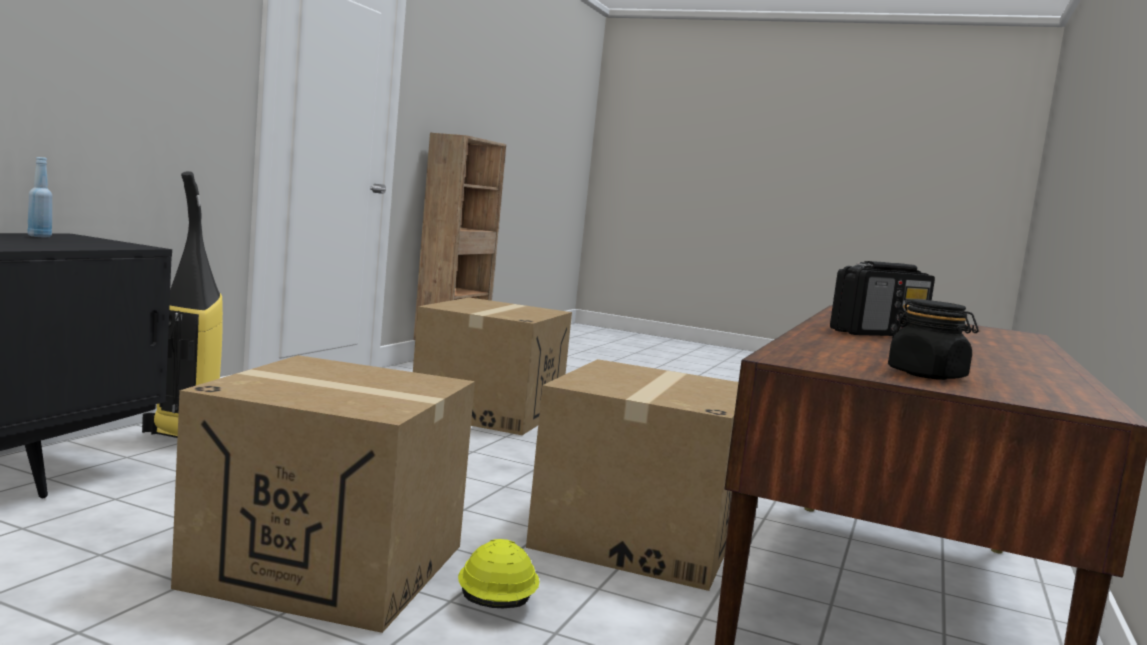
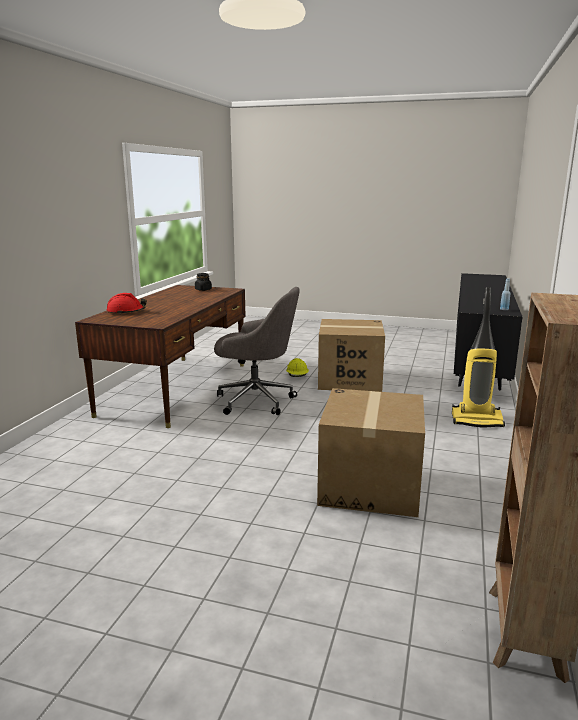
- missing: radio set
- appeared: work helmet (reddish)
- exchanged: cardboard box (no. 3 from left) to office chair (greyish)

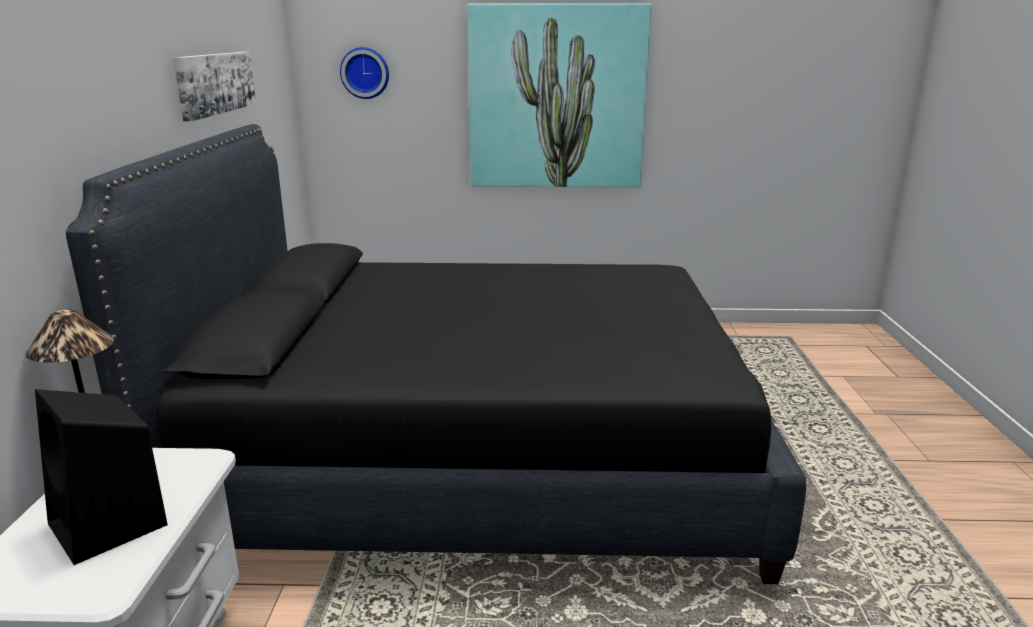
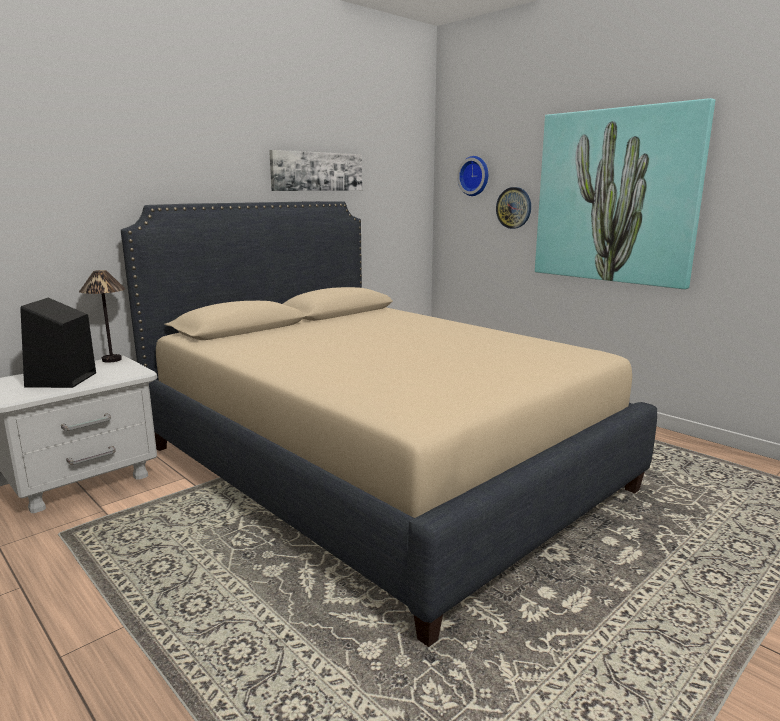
- appeared: wall clock (no. 2 from left)
- colour: sleeping bed (black) to sleeping bed (beige)

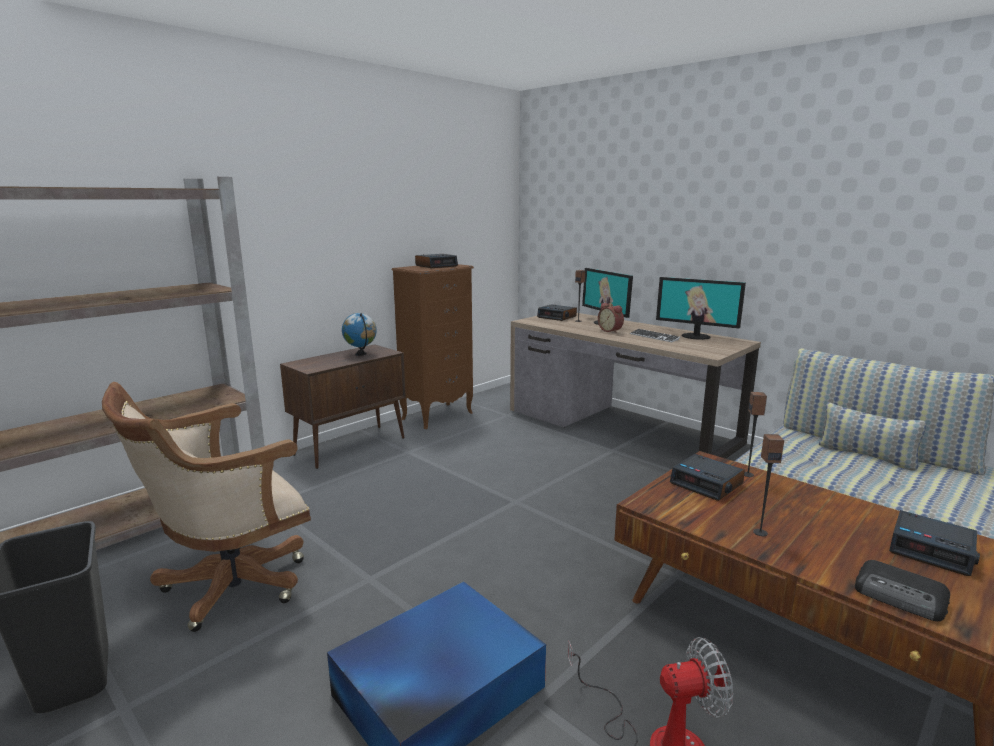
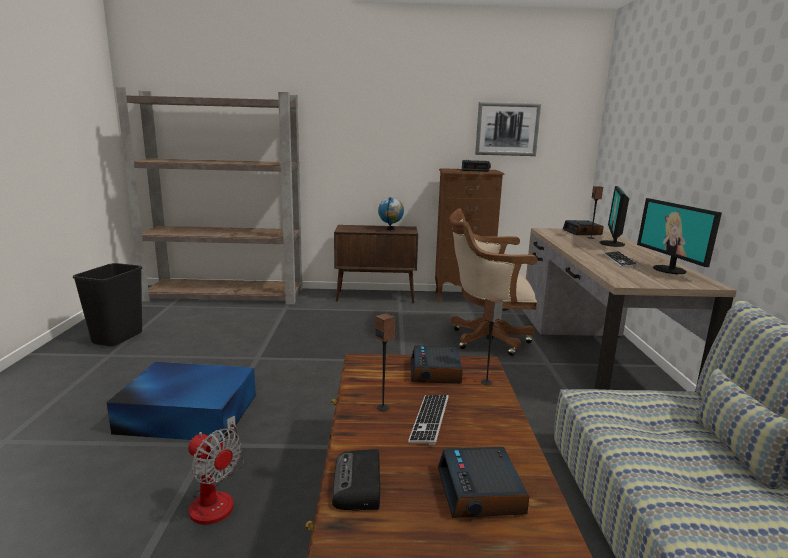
- missing: bedside clock (no. 3 from left)
- appeared: computer keyboard (no. 1 from left)
- appeared: wall picture
- relocated: office chair

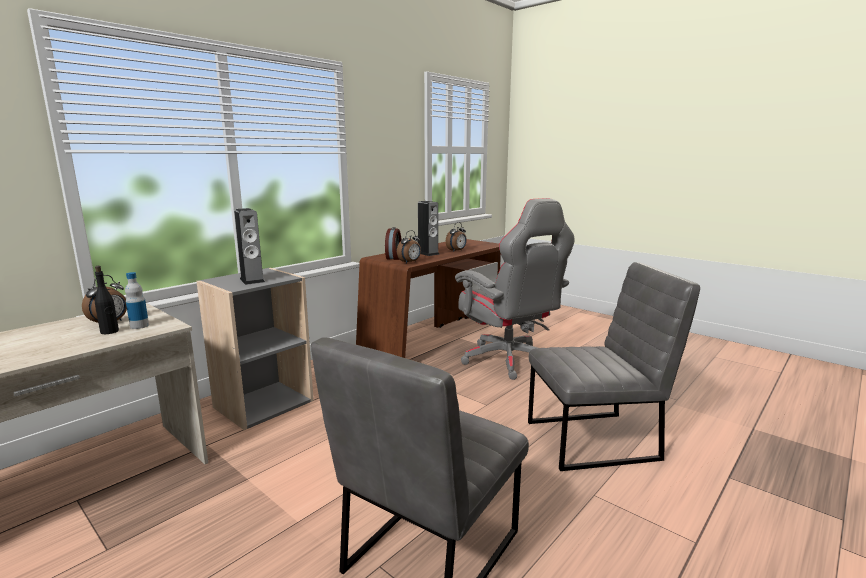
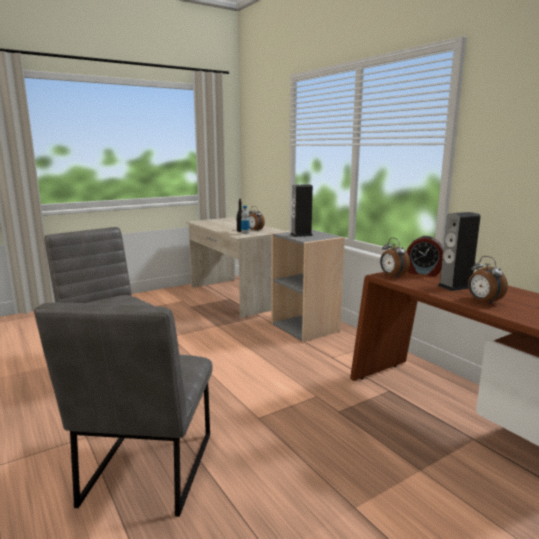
- missing: office chair (greyish)

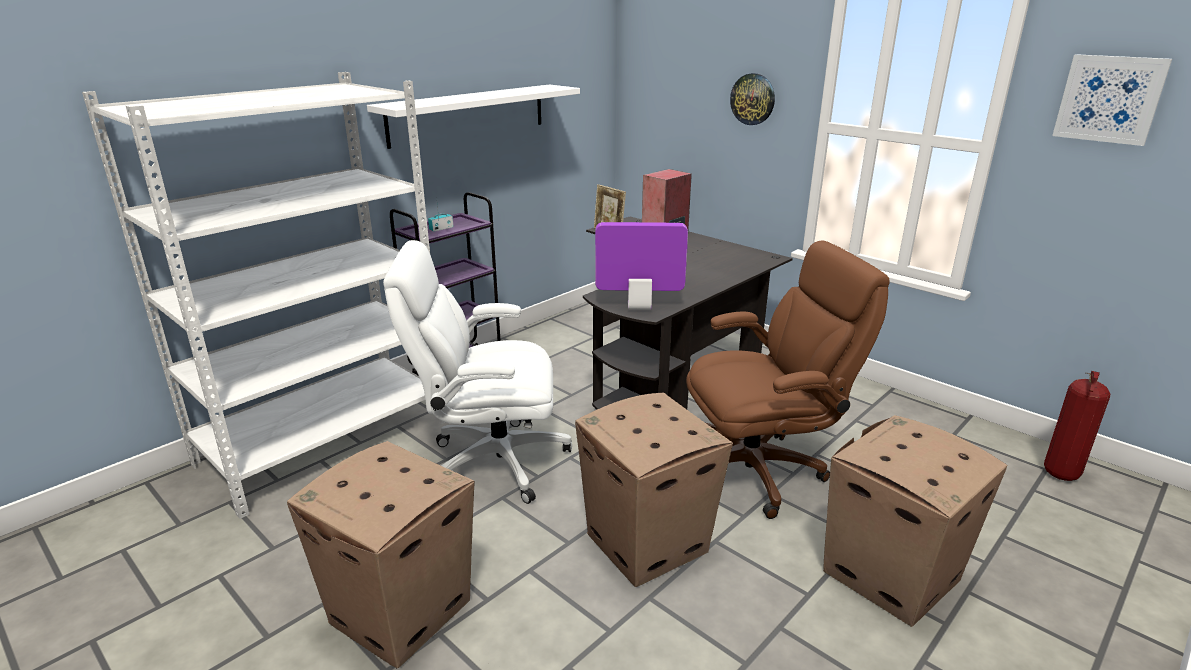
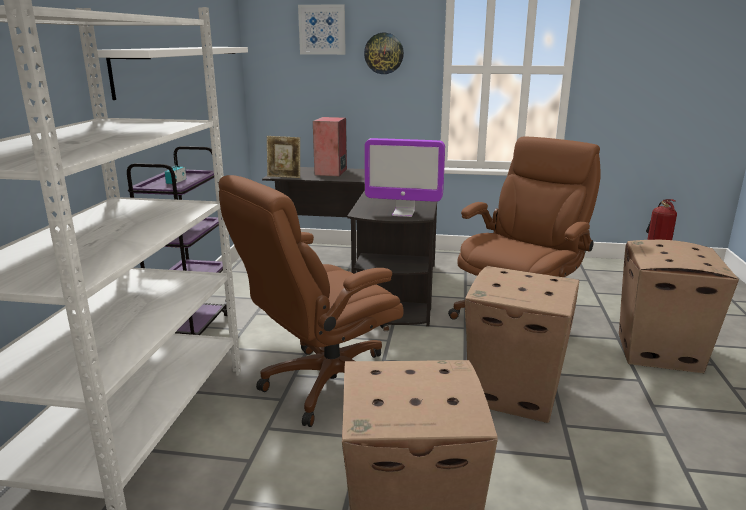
- relocated: wall picture
- colour: office chair (whitish) to office chair (brown-coloured) (no. 1 from left)
- spun: computer display 135 degrees counterclockwise

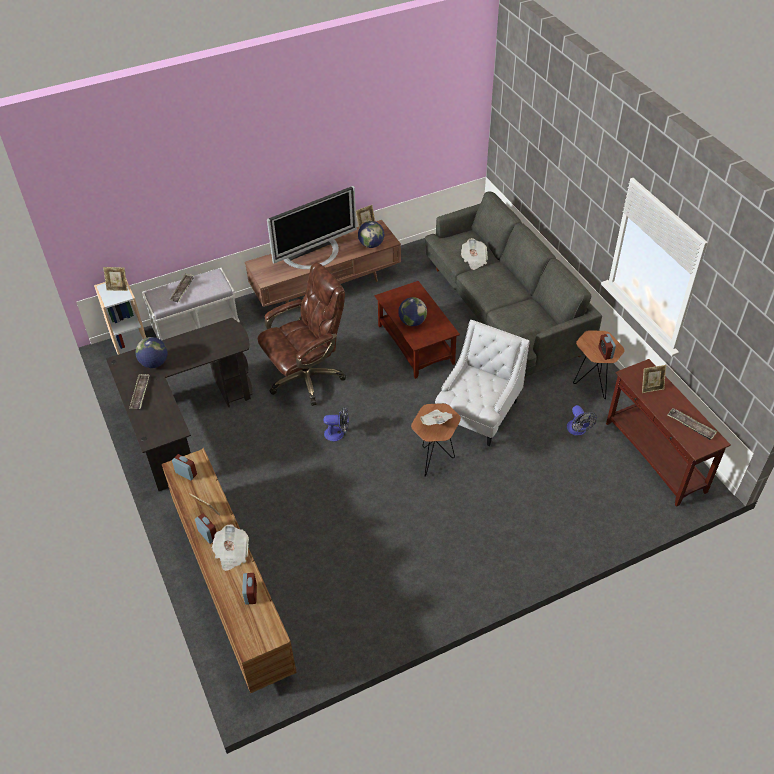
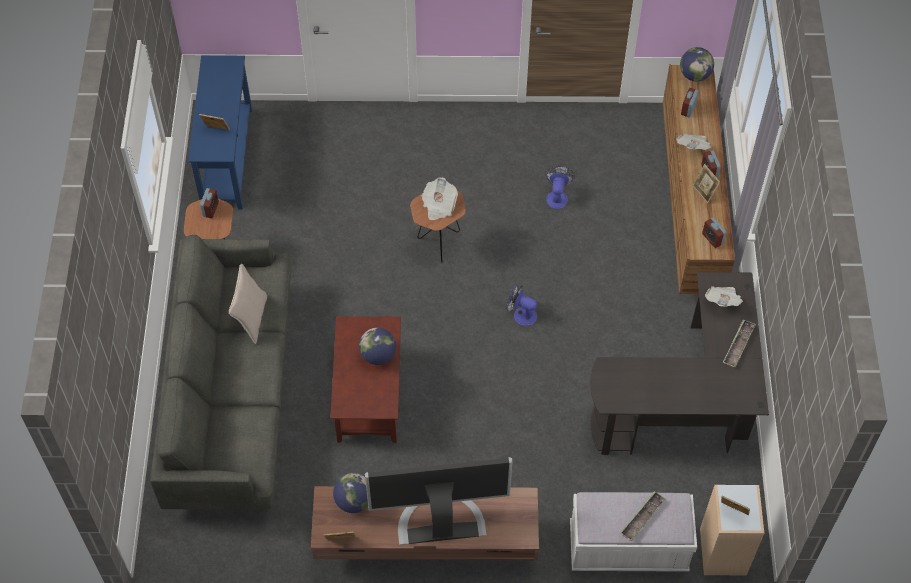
- missing: office chair (brown-coloured)
- missing: easy chair (whitish)
- missing: carrying tray (no. 3 from left)
- appeared: pillow (beige)
- relocated: globe (no. 1 from left in the first image) to globe (no. 3 from left)
- relocated: printed paper (no. 3 from left)
- relocated: fan (no. 2 from left)
- colour: hall table (brown-coloured) to hall table (blue)

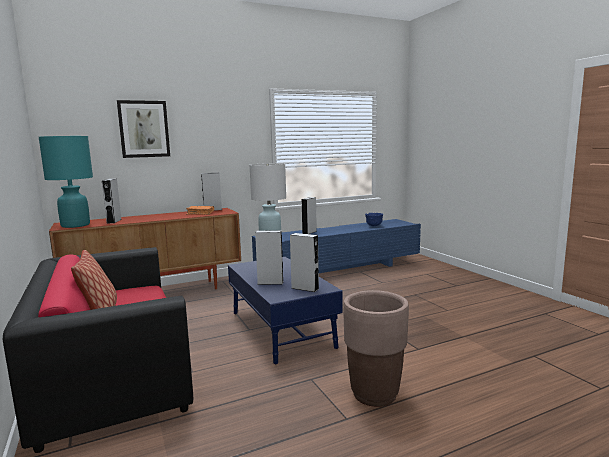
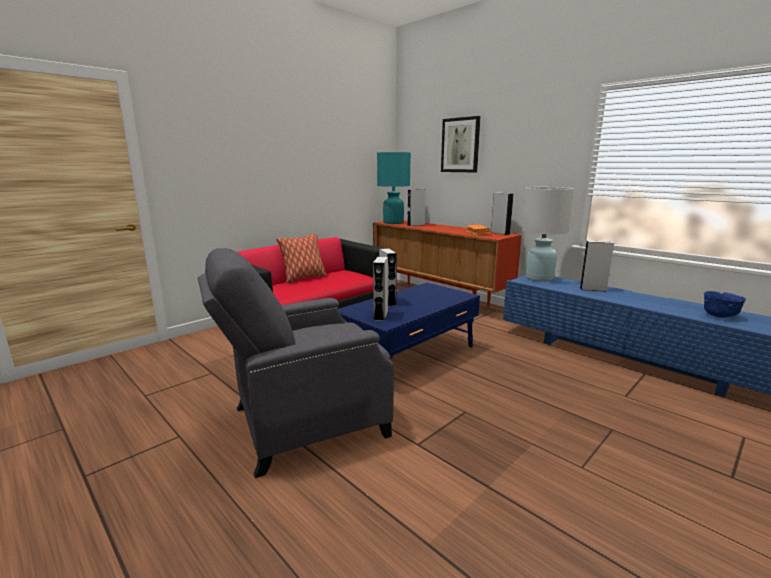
- exchanged: flower pot (brown-coloured) to easy chair (greyish)

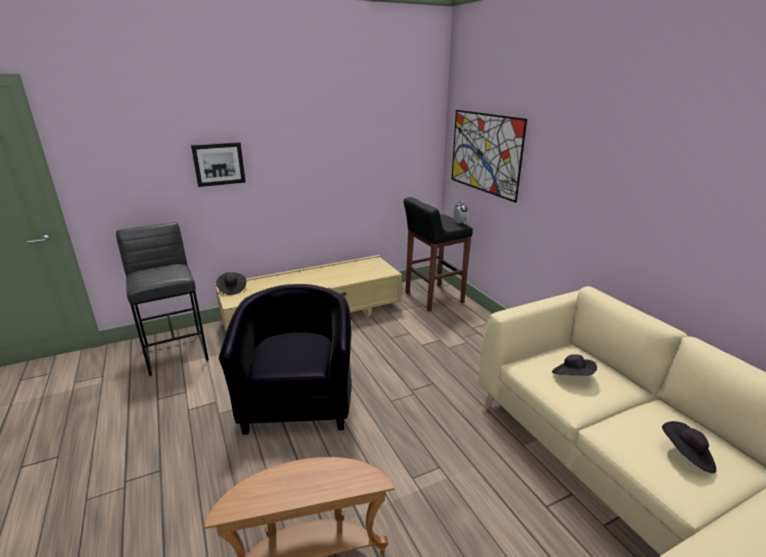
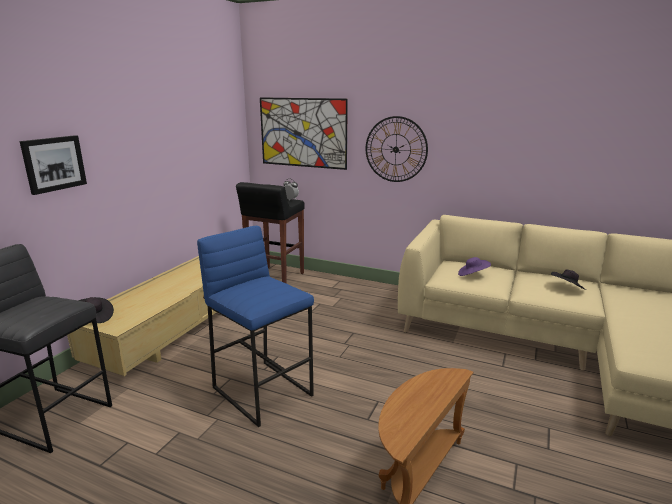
- appeared: wall clock
- exchanged: easy chair (black) to stool (blue)
- colour: wearable hat (black) (no. 2 from left) to wearable hat (purplish)

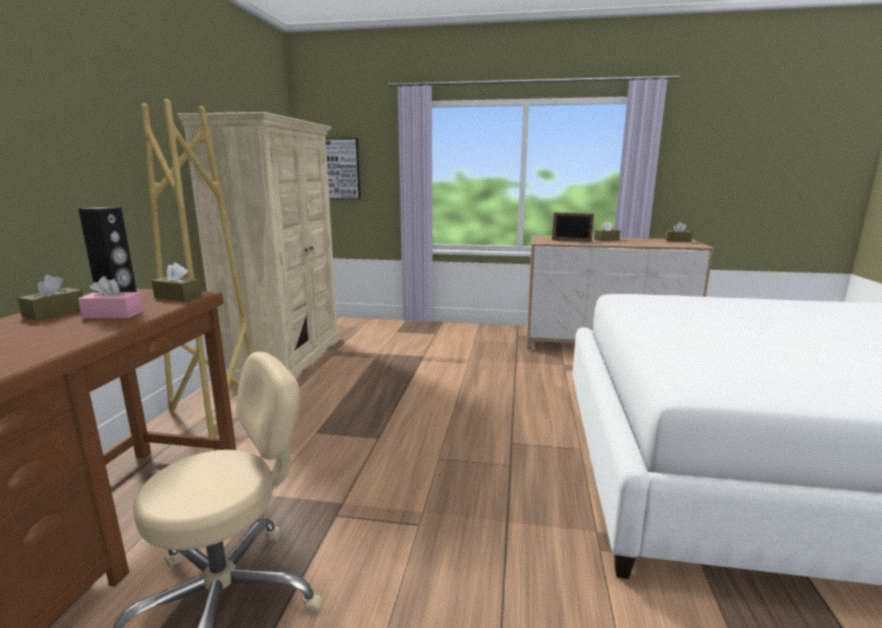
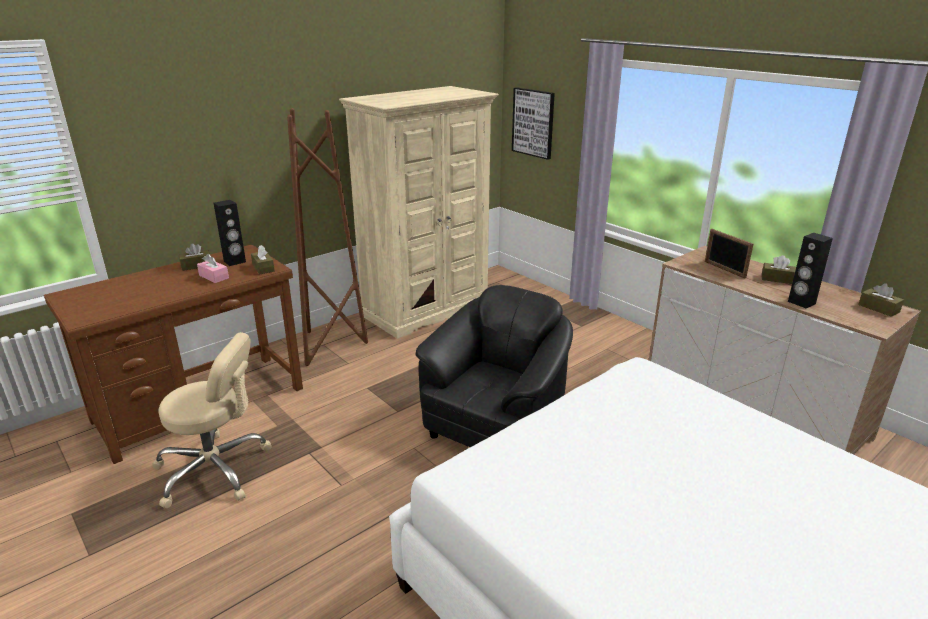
- appeared: easy chair (black)
- appeared: audio speaker (black) (no. 2 from left)
- colour: clothes rack (yellow) to clothes rack (brown-coloured)

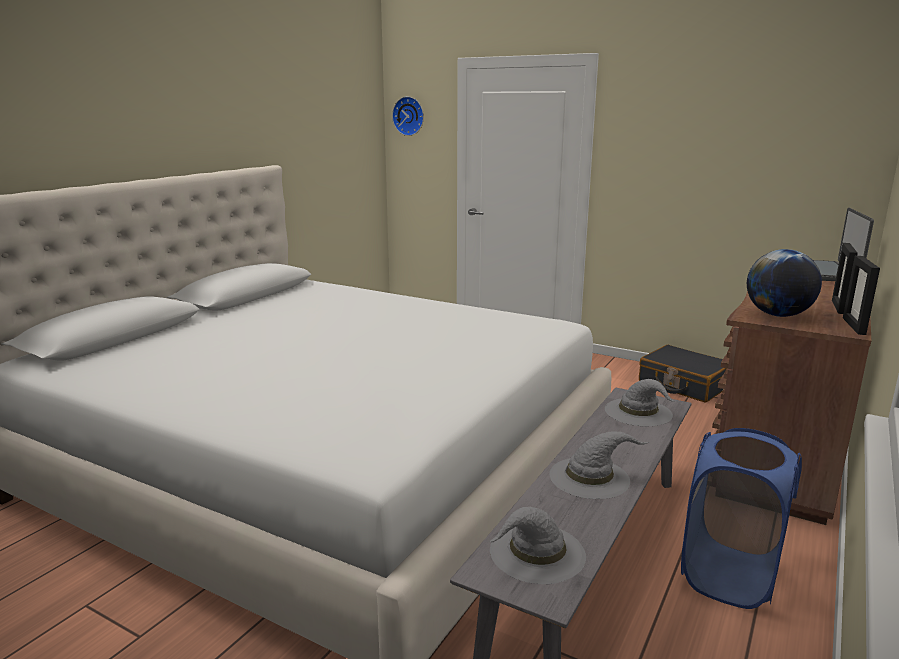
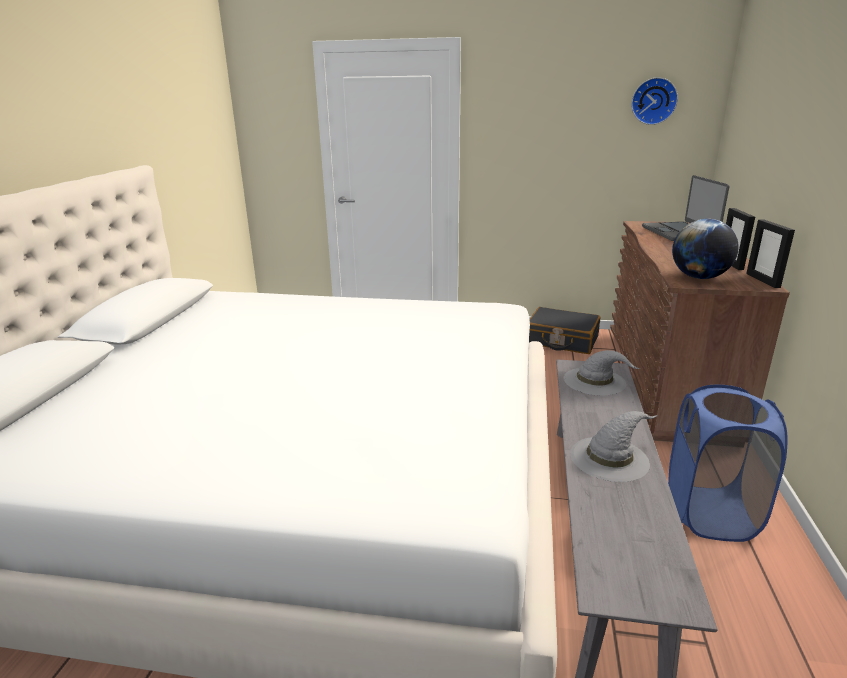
- missing: wearable hat (greyish) (no. 1 from left)
- relocated: wall clock

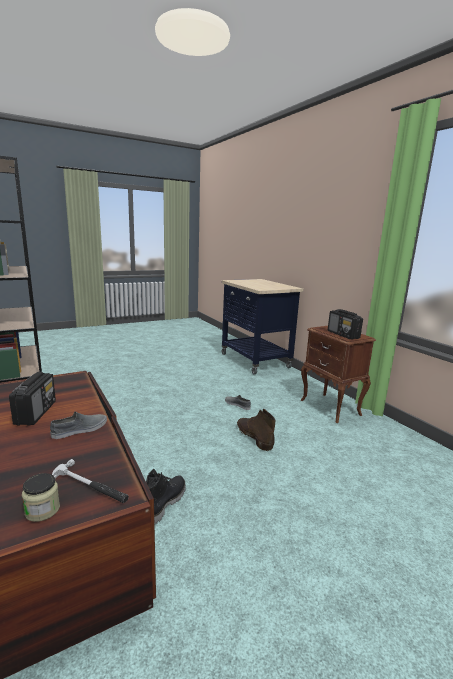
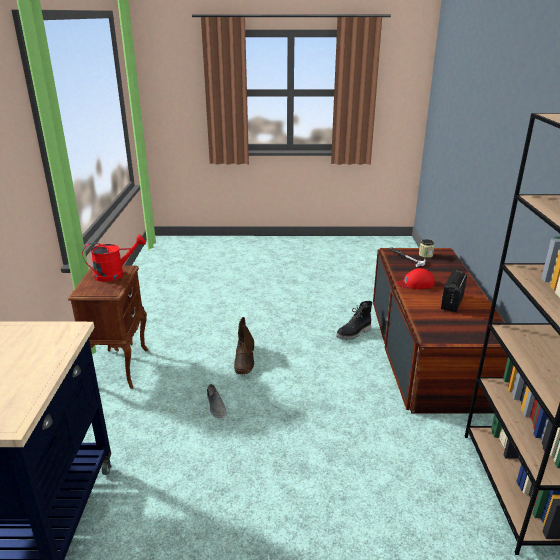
- exchanged: low shoe (greyish) (no. 1 from left) to cap (reddish)
- exchanged: radio set (no. 2 from left) to watering can (reddish)

